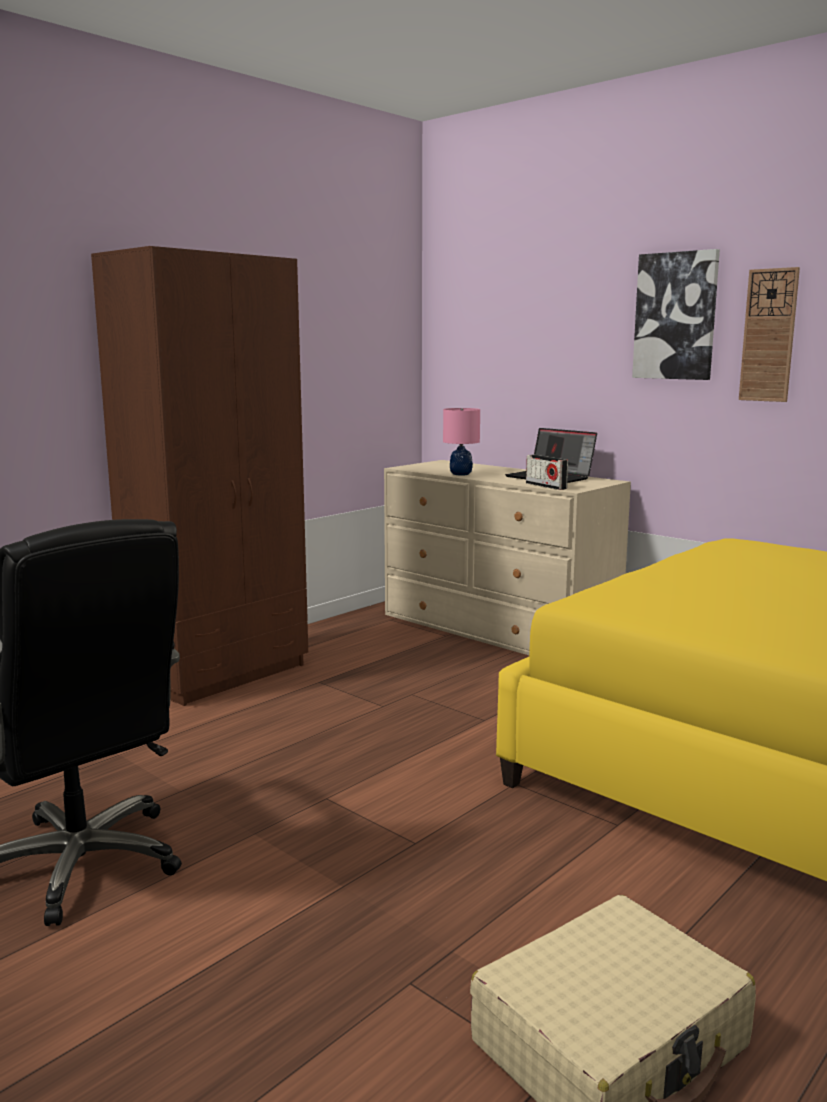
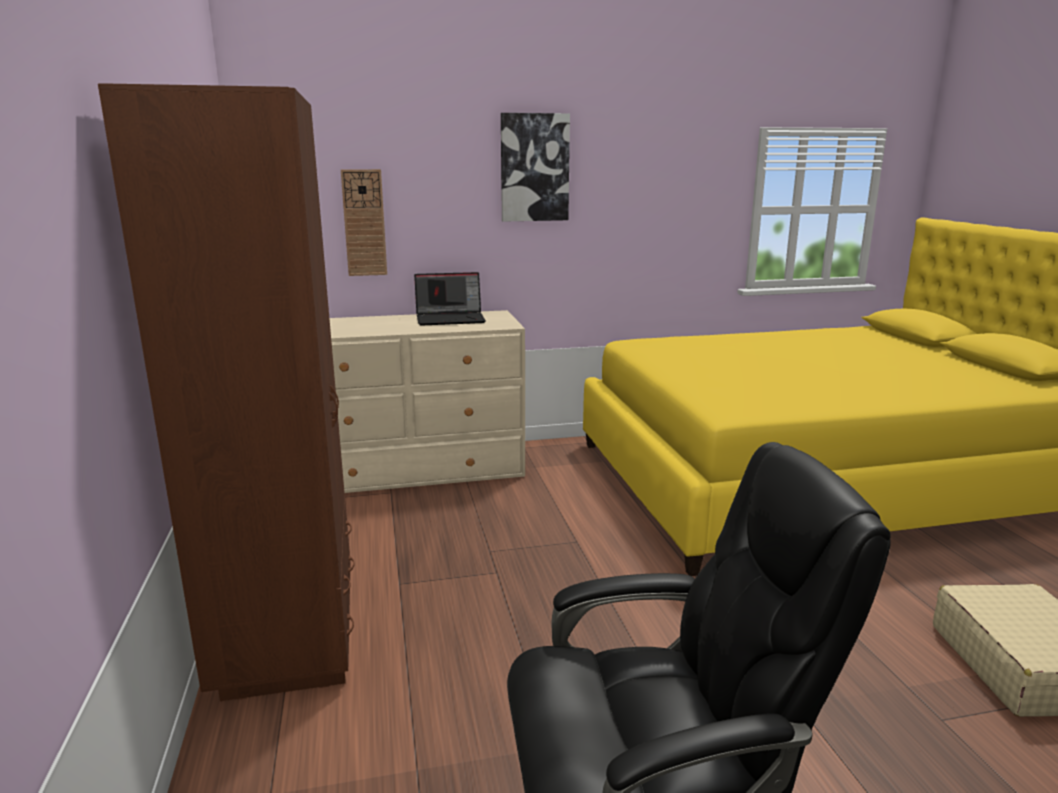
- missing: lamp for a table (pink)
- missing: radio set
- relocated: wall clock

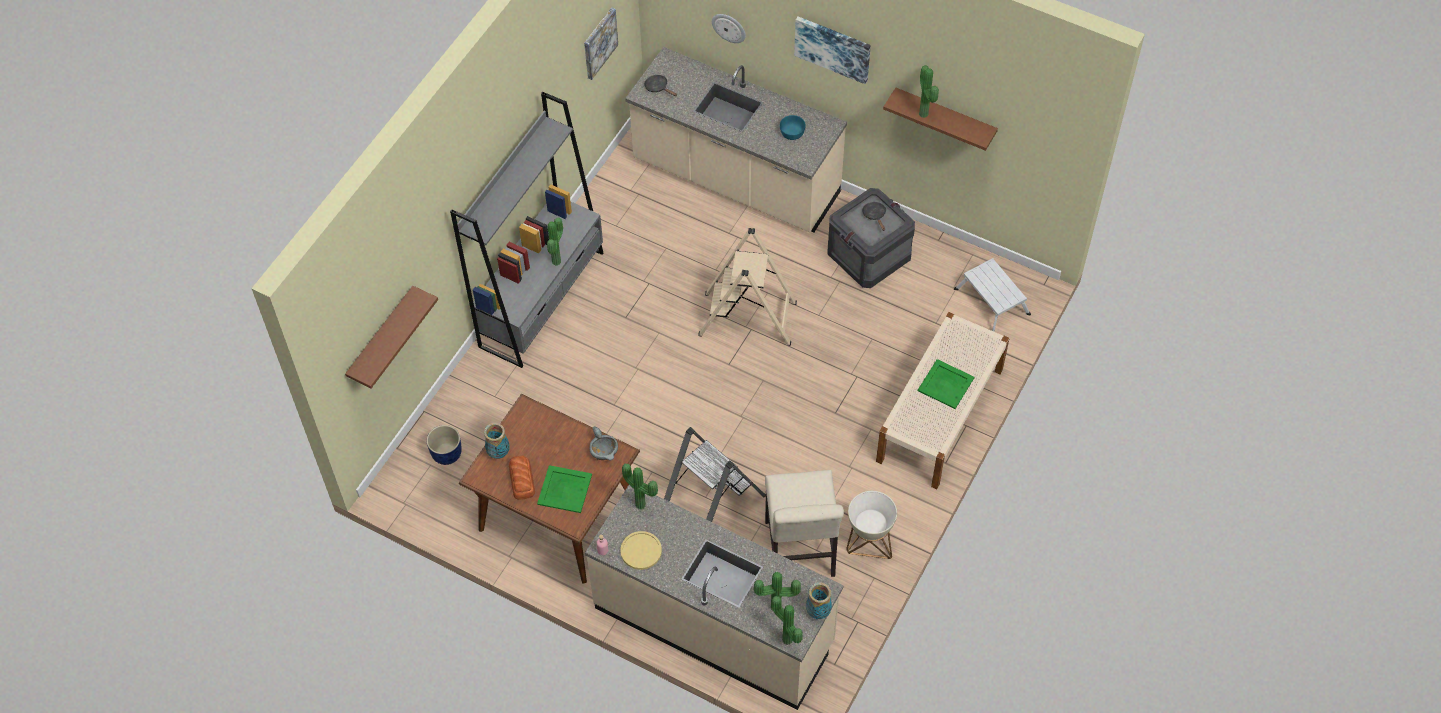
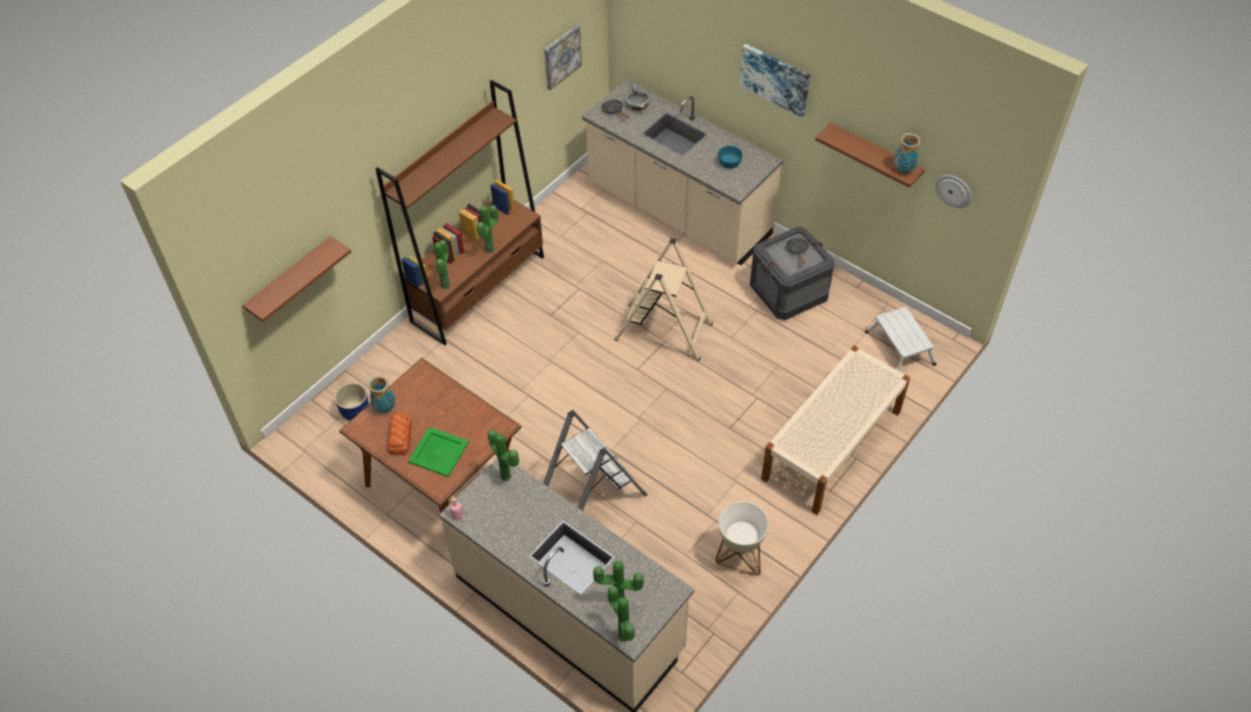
- missing: plate (yellow)
- missing: stool (beige)
- missing: carrying tray (green-coloured) (no. 2 from left)
- relocated: deep dish (greyish)
- relocated: wall clock
- relocated: vase (no. 2 from left)
- relocated: potted plant (no. 5 from left in the first image) to potted plant (no. 1 from left)
- colour: shelving unit (greyish) to shelving unit (brown-coloured)

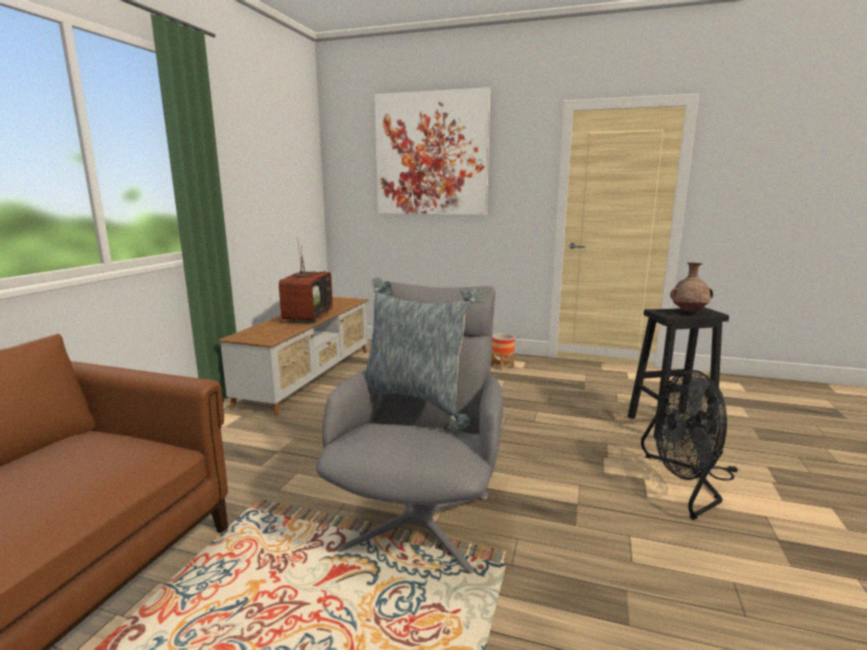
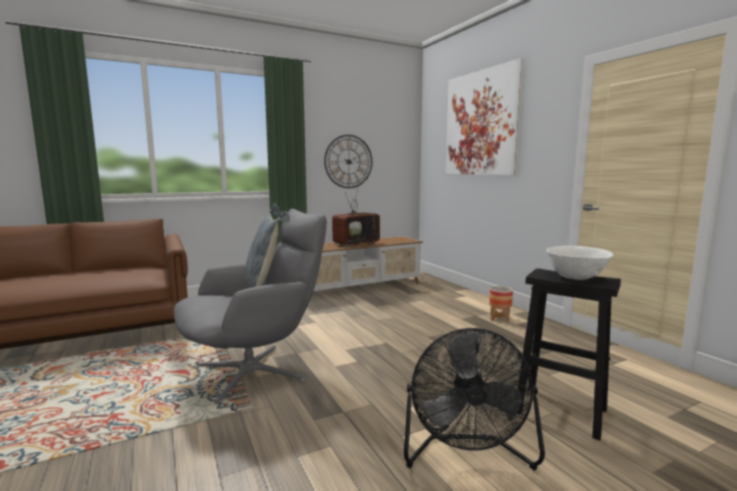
- appeared: wall clock
- exchanged: vase (brown-coloured) to deep dish (whitish)
- spun: fan (black) 135 degrees counterclockwise

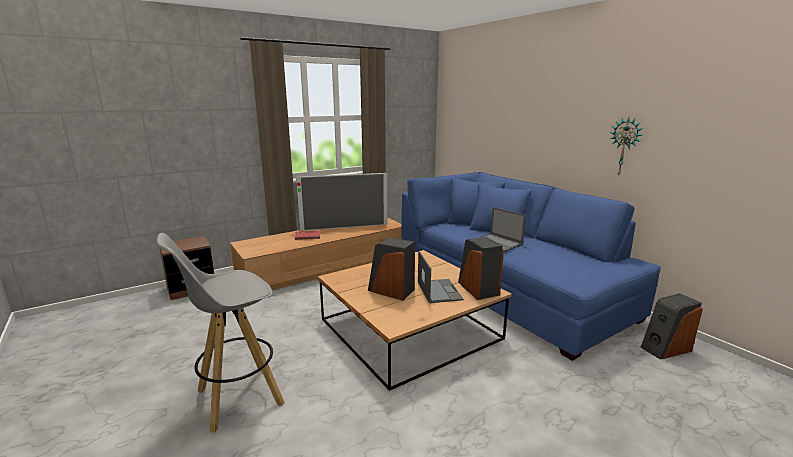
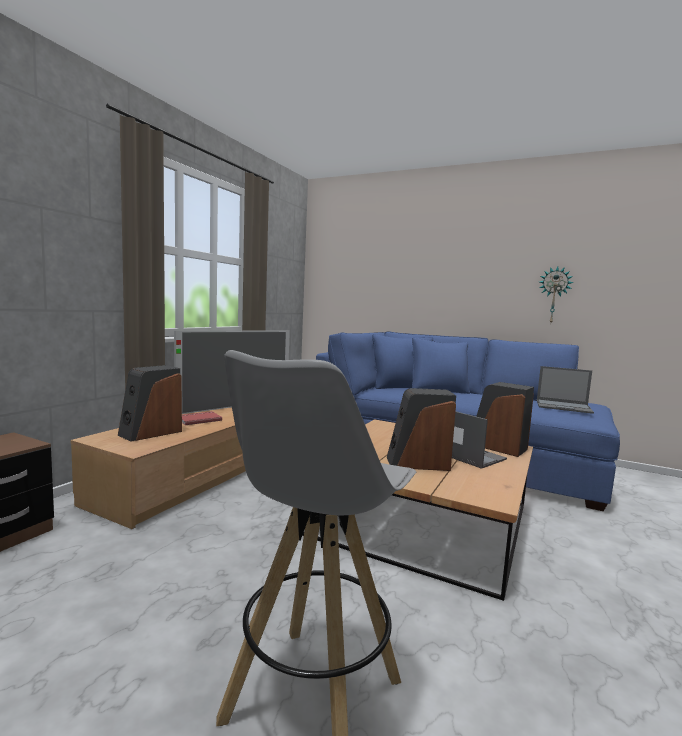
- relocated: laptop (no. 2 from left)
- relocated: audio speaker (no. 3 from left in the first image) to audio speaker (no. 1 from left)

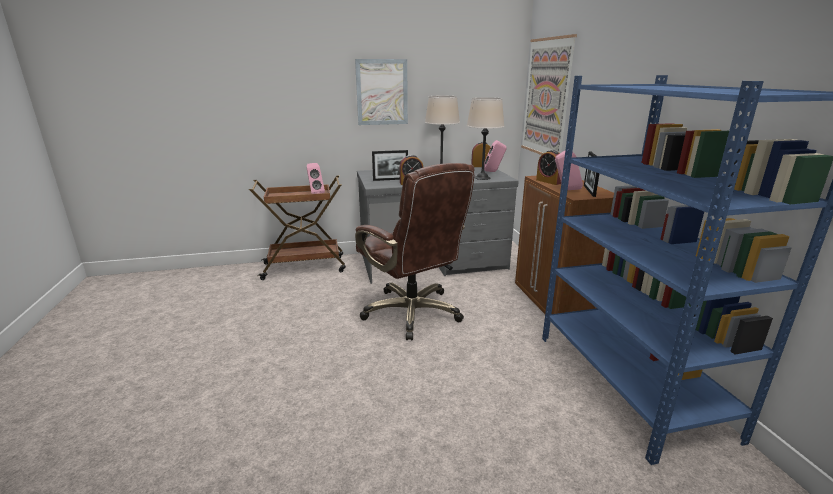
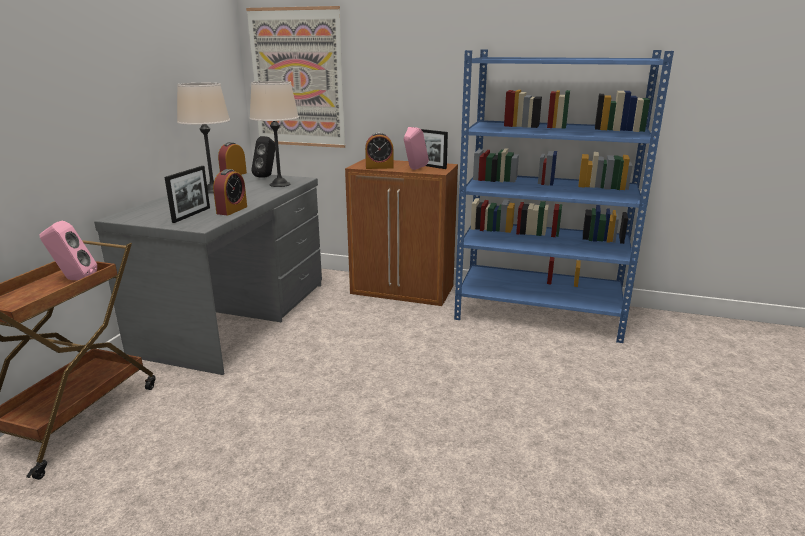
- missing: wall picture (no. 1 from left)
- missing: office chair (brown-coloured)
- colour: audio speaker (pink) (no. 2 from left) to audio speaker (black)

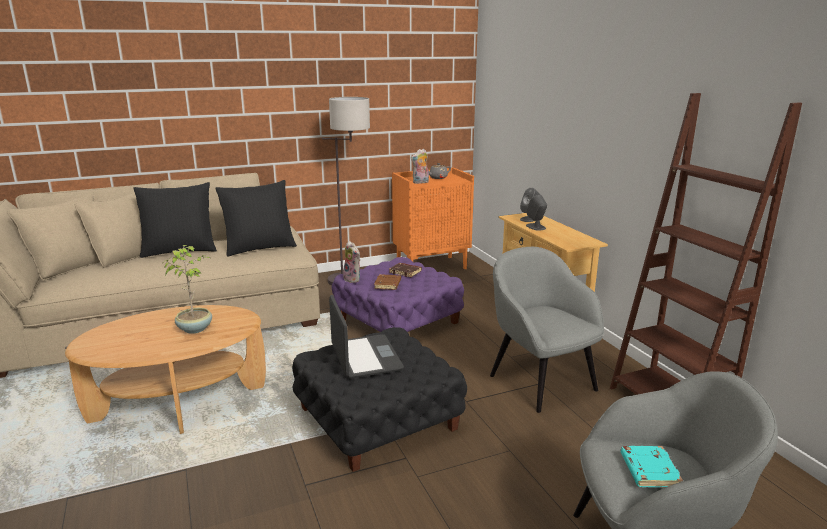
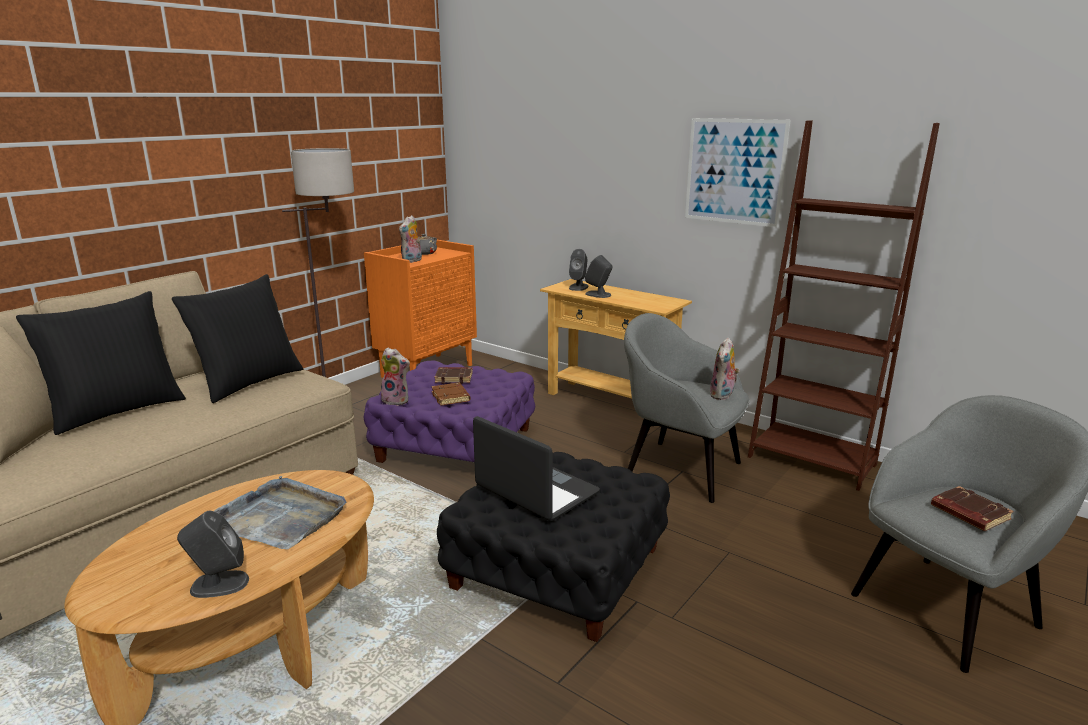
- appeared: audio speaker (greyish) (no. 1 from left)
- appeared: wall picture
- appeared: plush toy (no. 3 from left)
- exchanged: potted plant to carrying tray (greyish)
- colour: volume (blue-green) to volume (brown-coloured) (no. 3 from left)

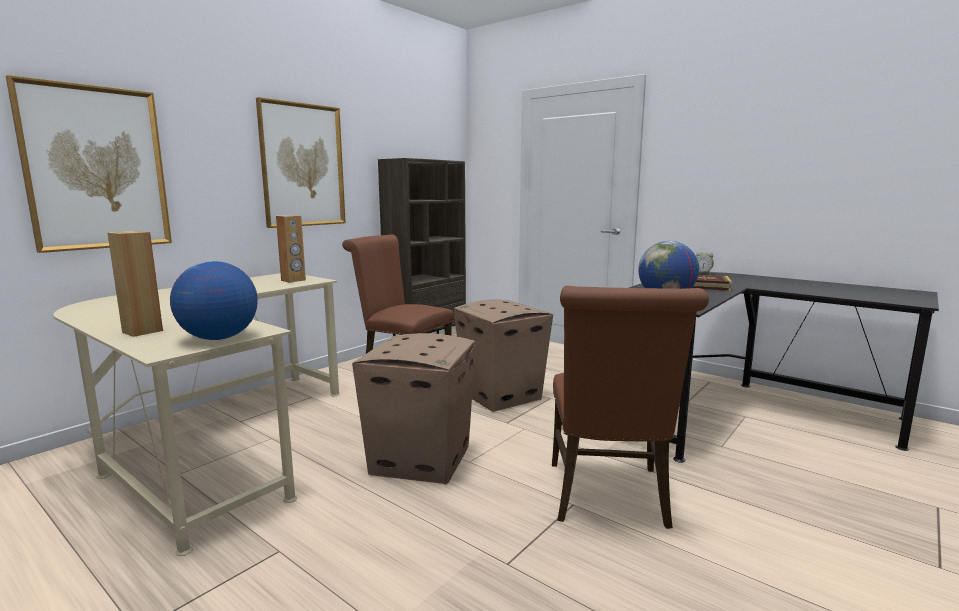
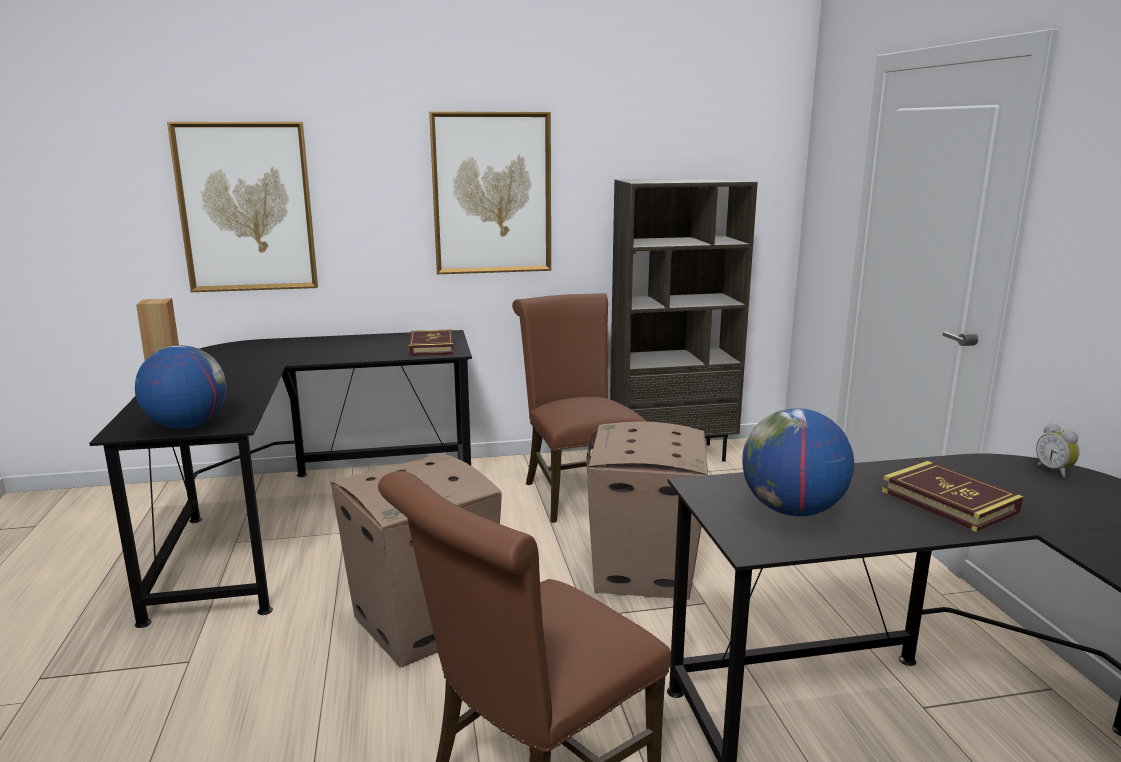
- exchanged: audio speaker (brown-coloured) (no. 2 from left) to volume (no. 1 from left)
- colour: desk (beige) to desk (black) (no. 1 from left)

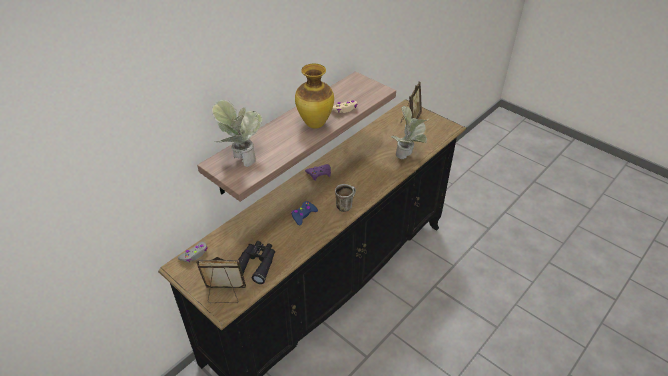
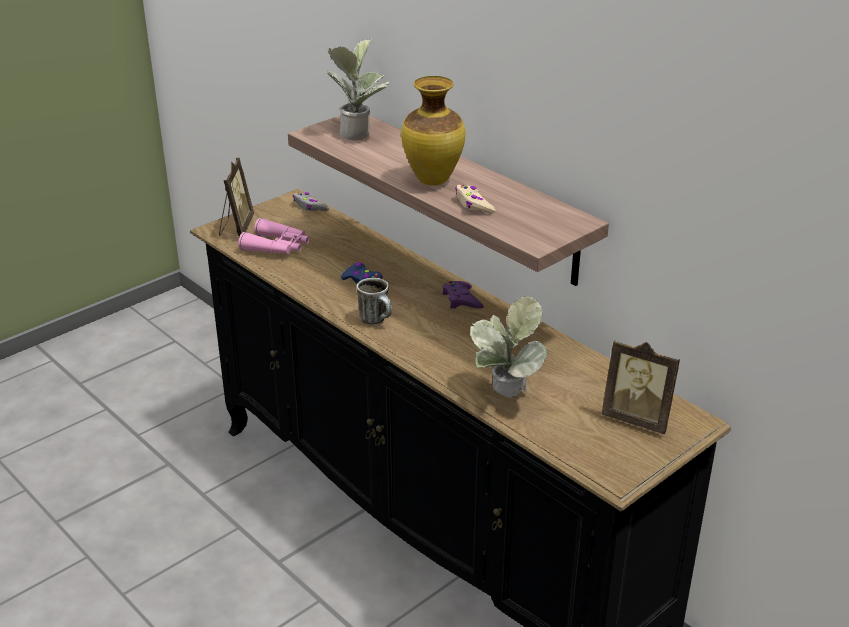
- colour: binoculars (black) to binoculars (pink)

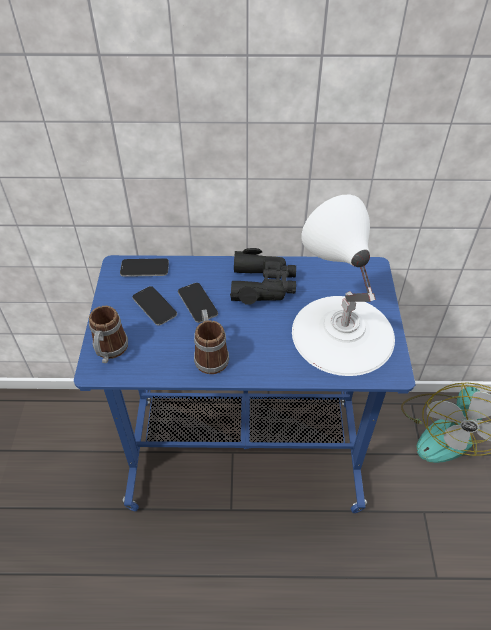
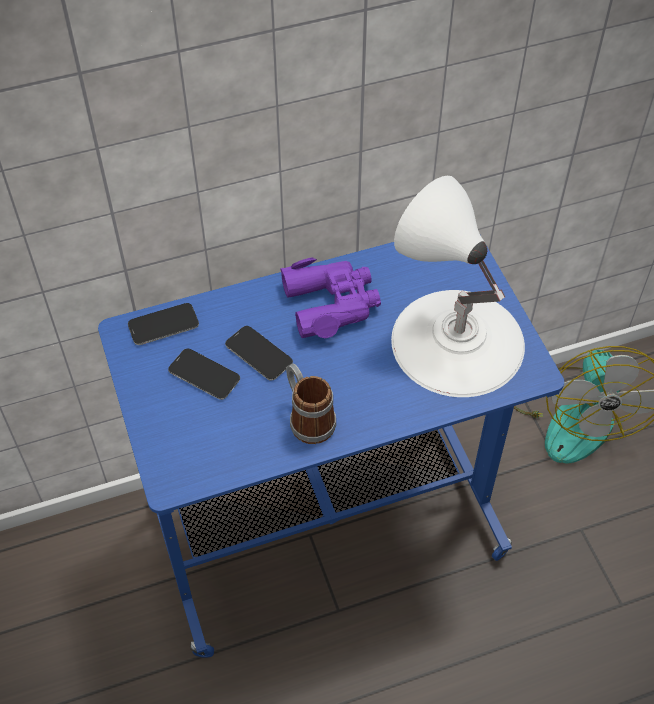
- missing: coffee mug (no. 1 from left)
- colour: binoculars (black) to binoculars (purplish)

